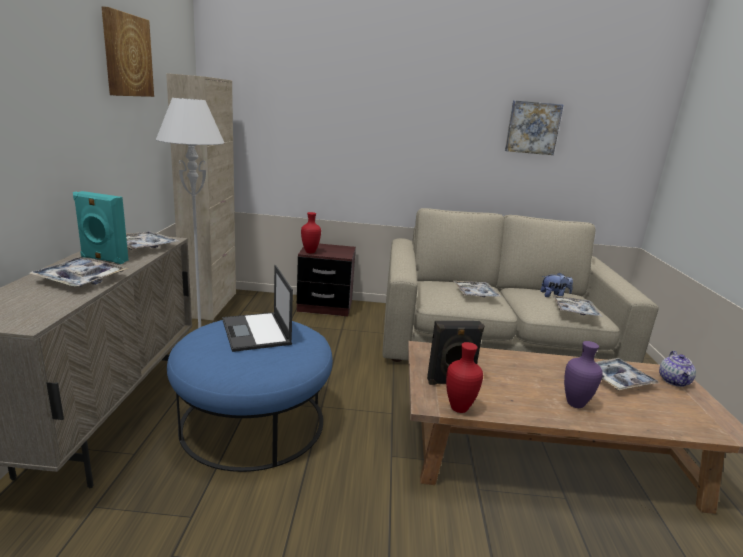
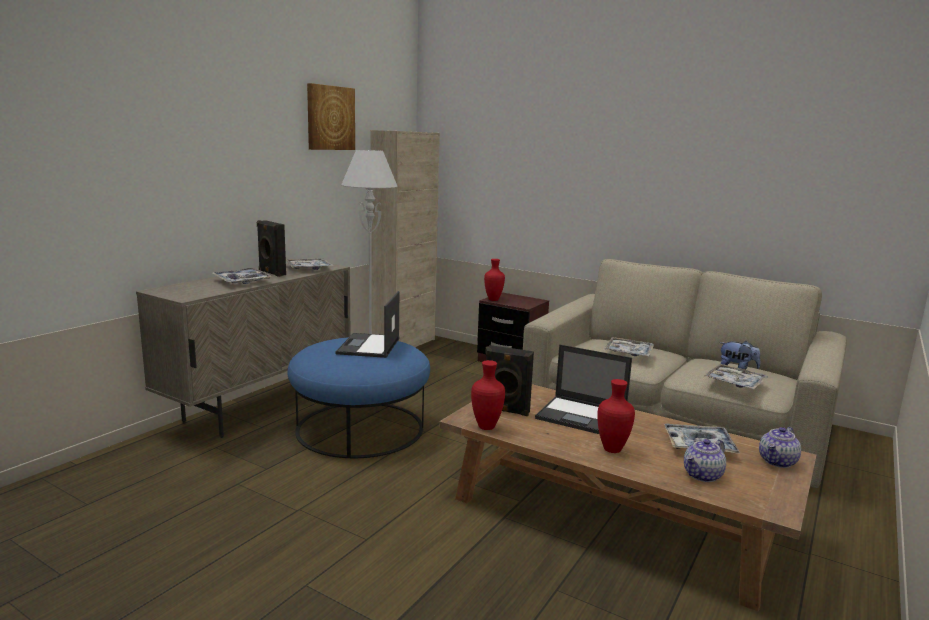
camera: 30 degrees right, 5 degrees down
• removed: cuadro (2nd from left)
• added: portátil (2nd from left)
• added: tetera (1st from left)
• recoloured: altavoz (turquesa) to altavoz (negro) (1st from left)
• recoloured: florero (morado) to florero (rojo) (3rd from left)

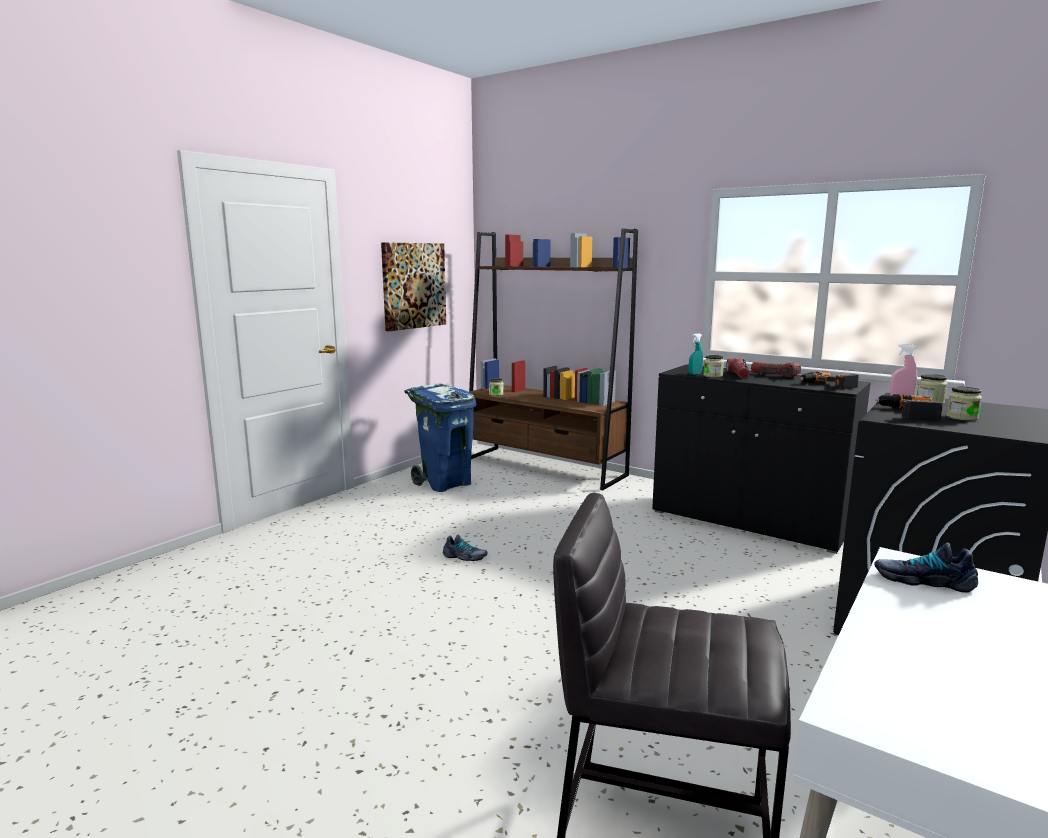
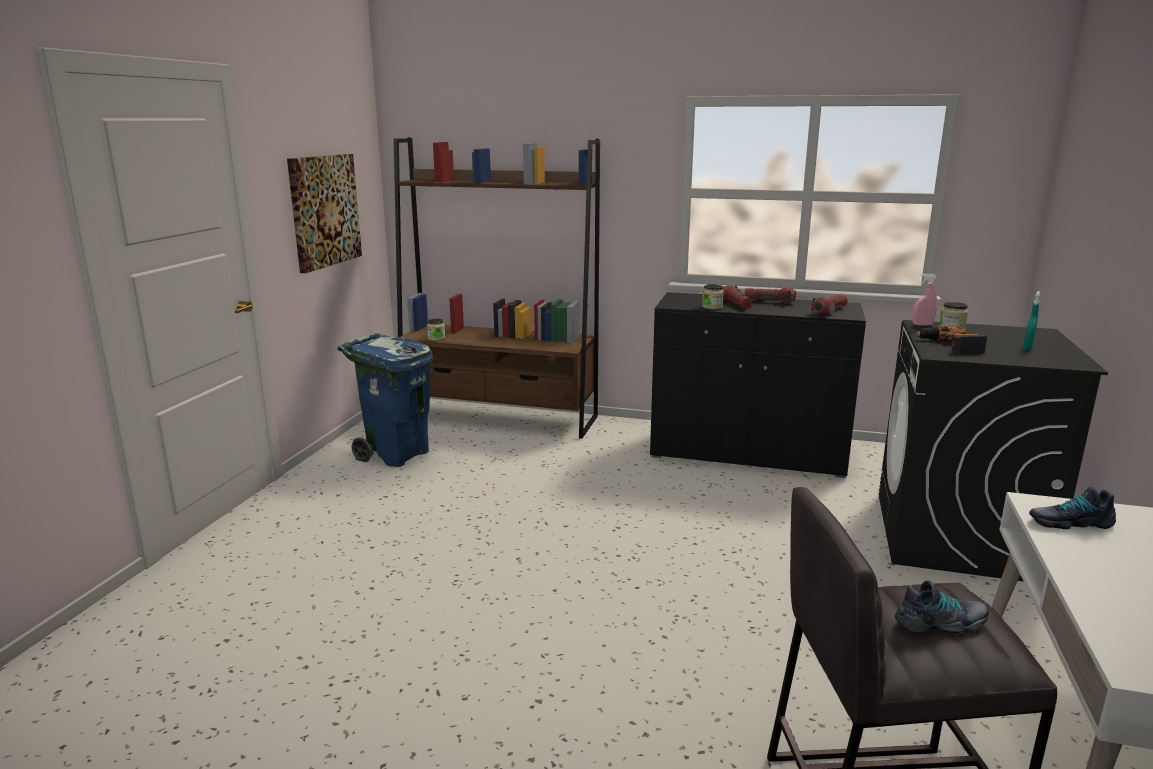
camera: 20 degrees left, 5 degrees up
• removed: tarro (4th from left)
• moved: zapato (1st from left)
• moved: pulverizador (turquesa)
• replaced: taladro (1st from left) to linterna (3rd from left)

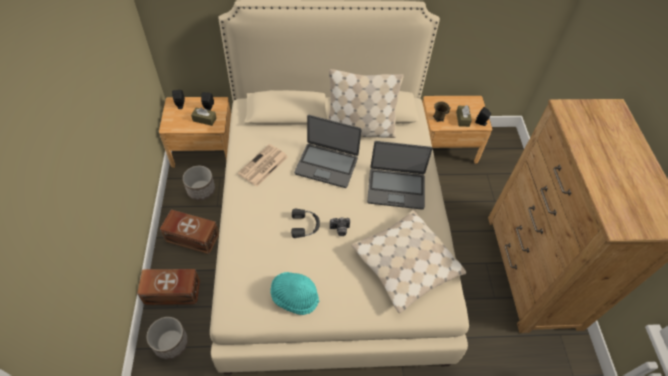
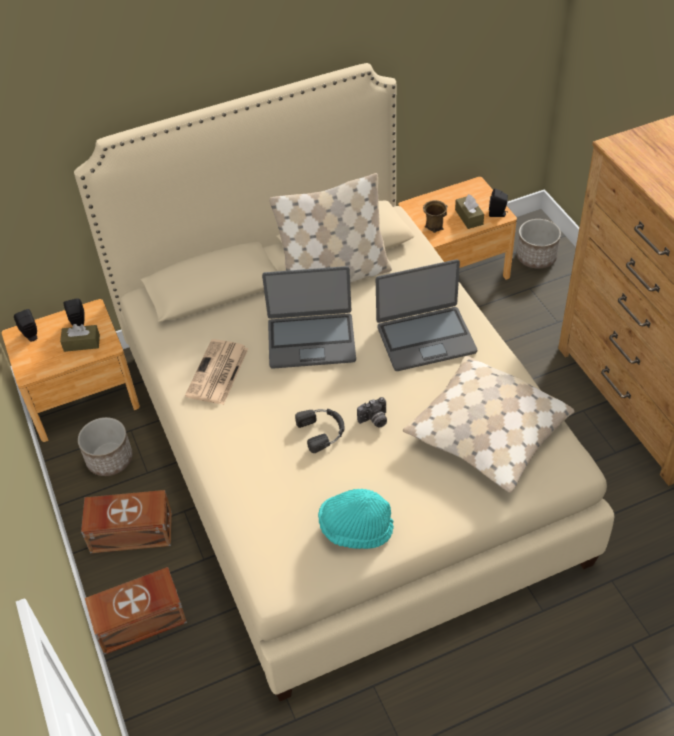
camera: 15 degrees left, 5 degrees down
• moved: maceta (1st from left in the first image) to maceta (2nd from left)

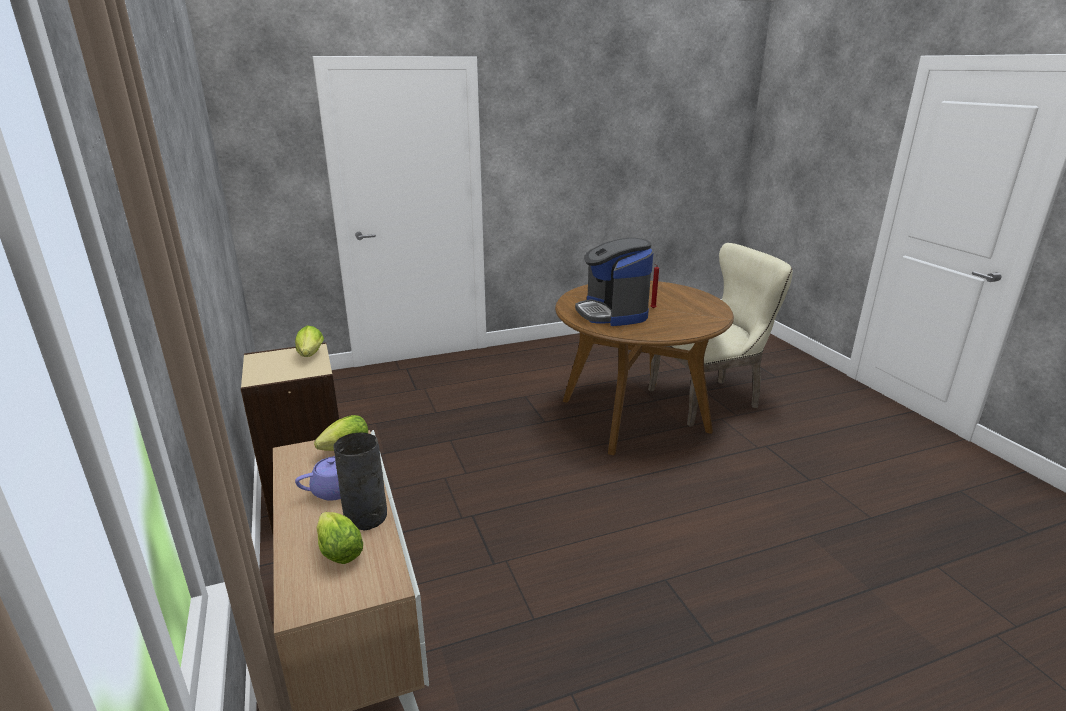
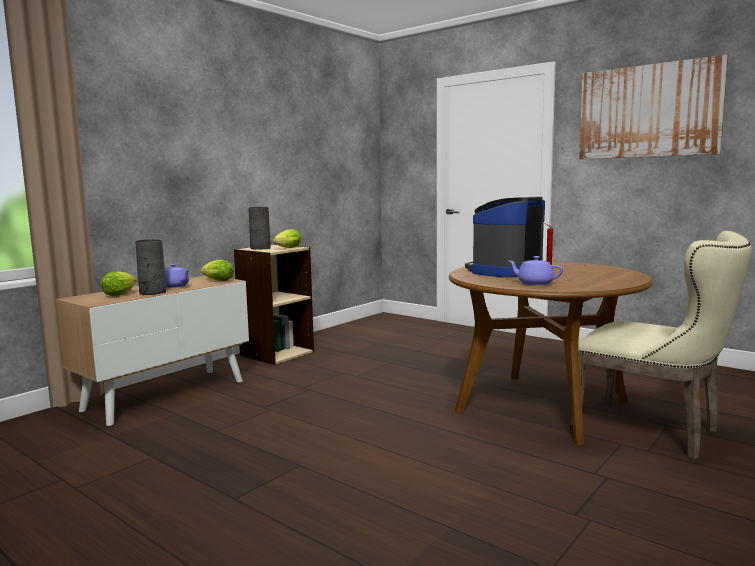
camera: 60 degrees right, 15 degrees down
• added: florero (gris) (2nd from left)
• added: tetera (morado) (2nd from left)
• added: cuadro

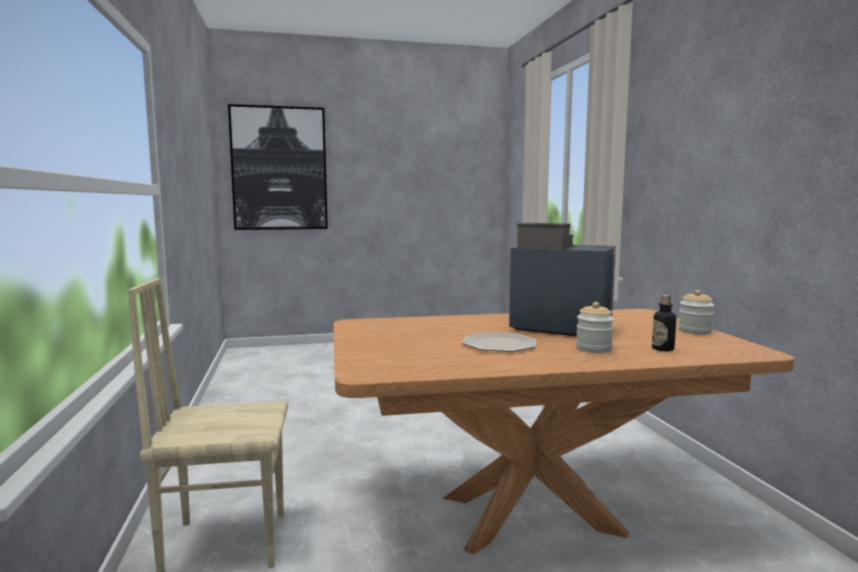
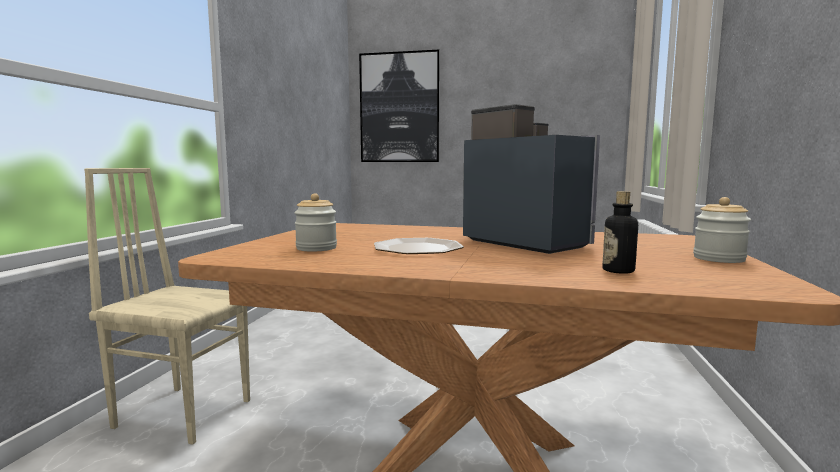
camera: 25 degrees right, 0 degrees up
• moved: tarro (1st from left)

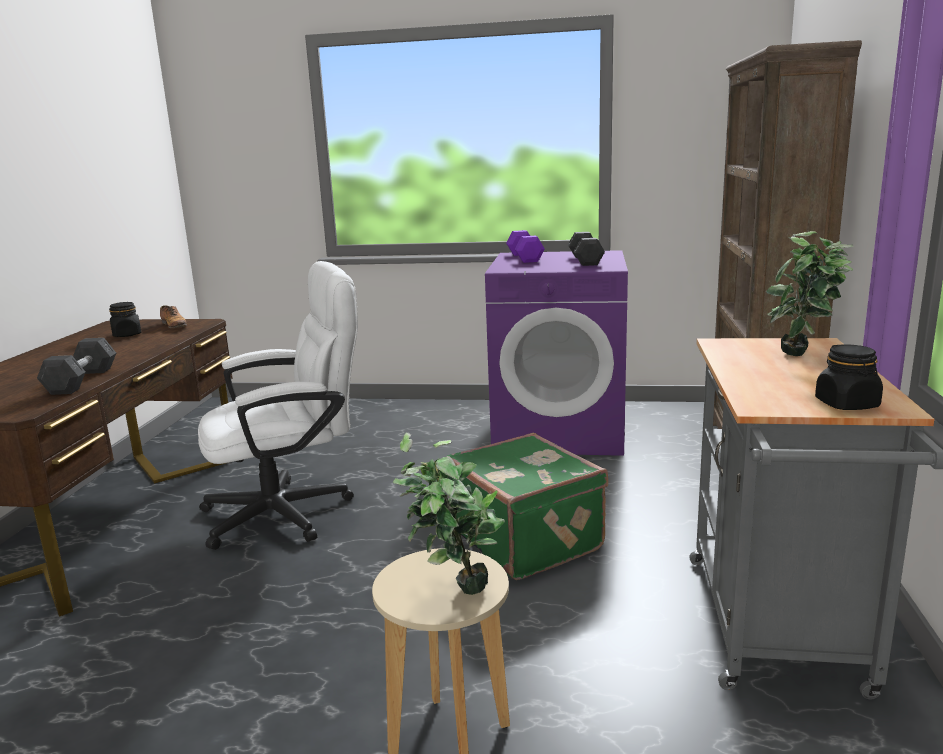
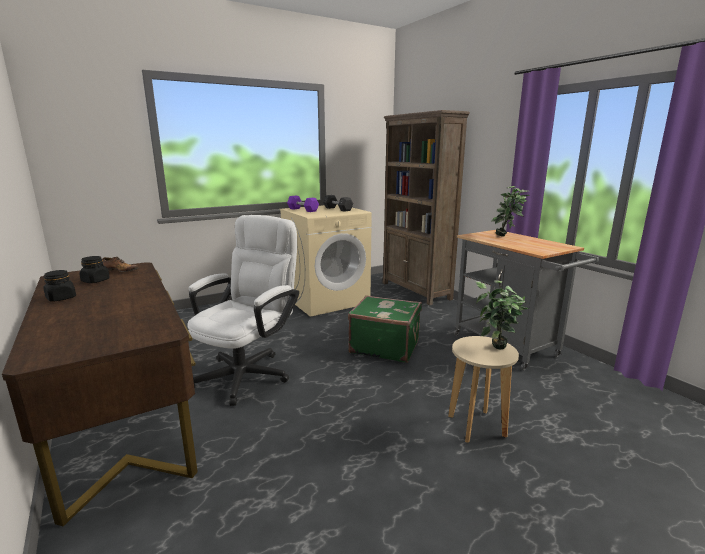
camera: 40 degrees left, 0 degrees up
• removed: mancuerna (gris) (1st from left)
• moved: tarro (negro) (2nd from left in the first image) to tarro (negro) (1st from left)
• recoloured: lavadora (morado) to lavadora (beis)

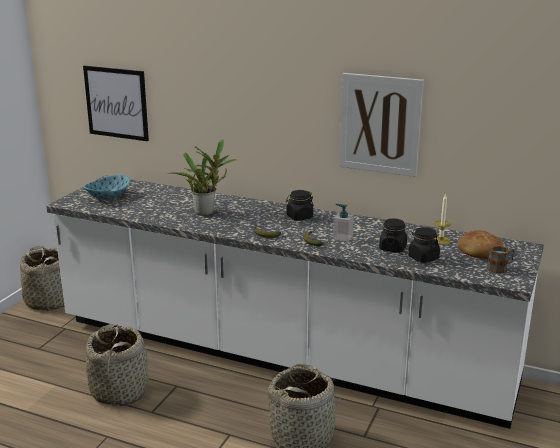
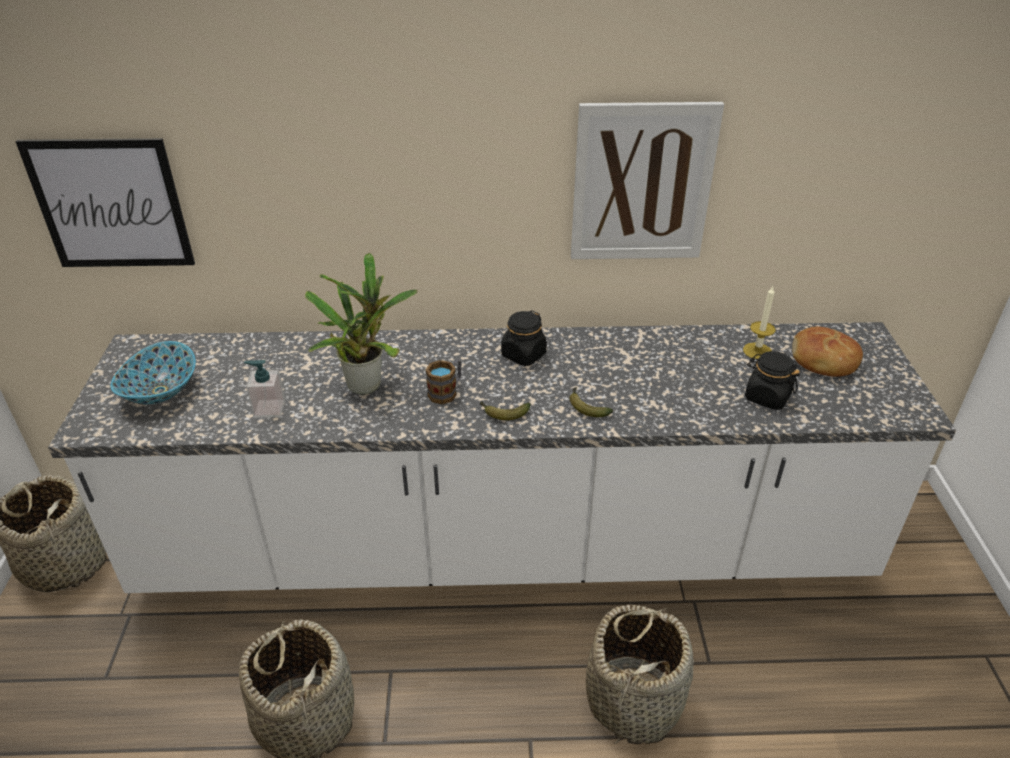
camera: 25 degrees left, 15 degrees up
• removed: tarro (negro) (2nd from left)
• moved: dispensador de jabón
• moved: taza grande

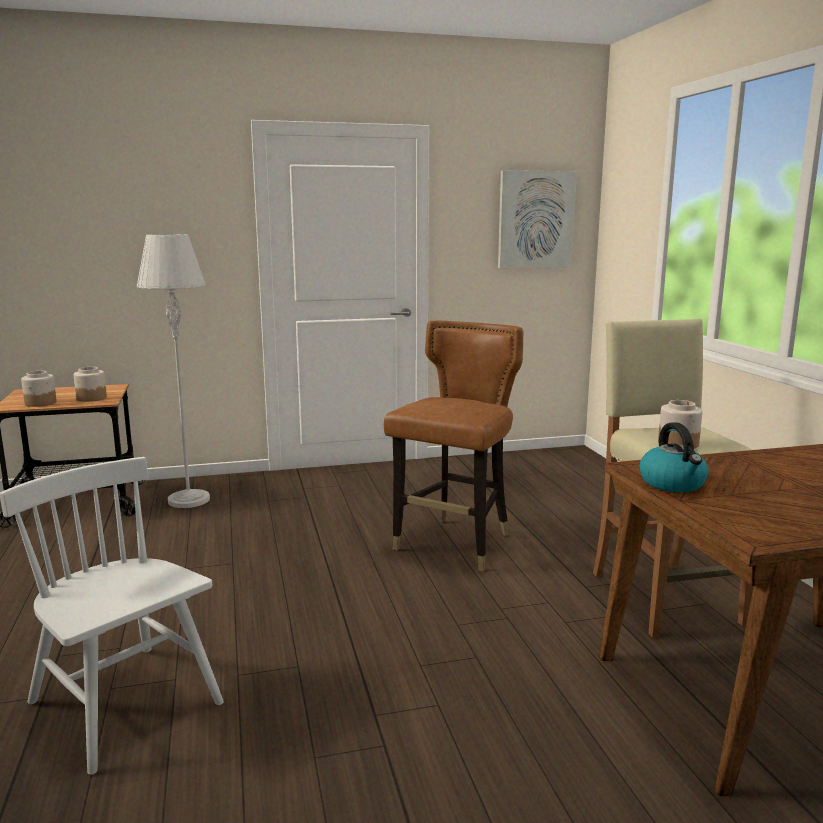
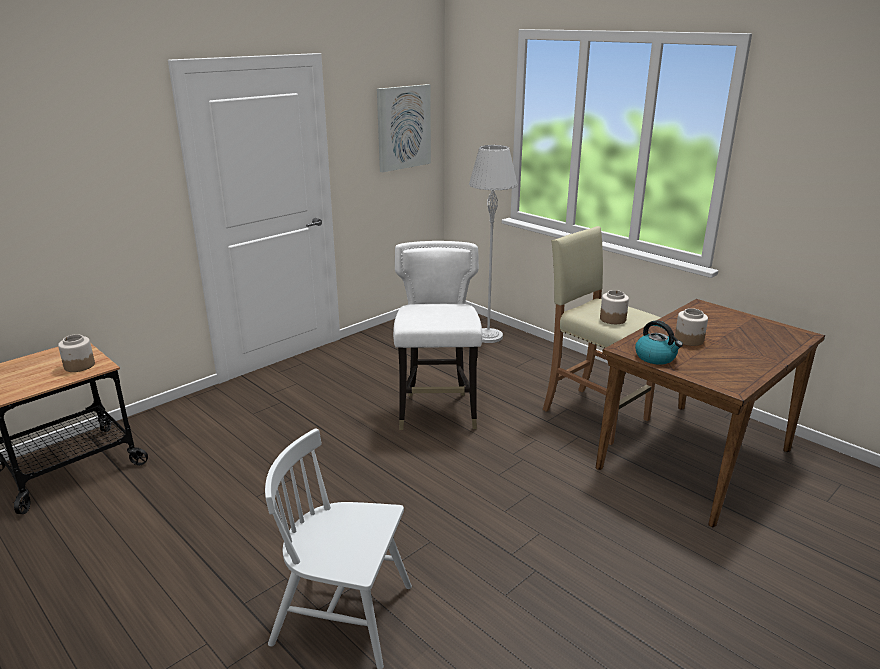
camera: 30 degrees left, 10 degrees up
• moved: tarro (1st from left in the first image) to tarro (3rd from left)
• moved: lámpara de pie (gris)
• recoloured: silla (marrón) to silla (blanco) (2nd from left)

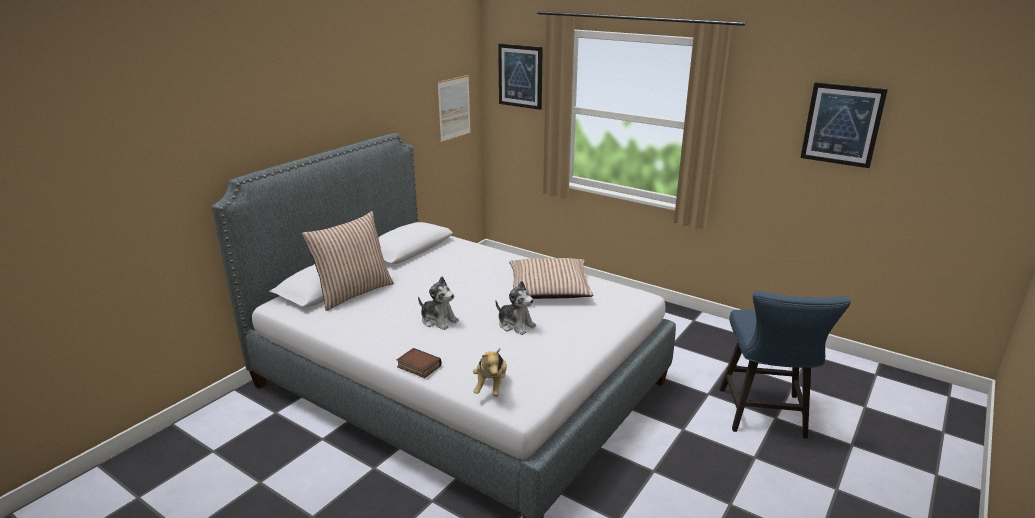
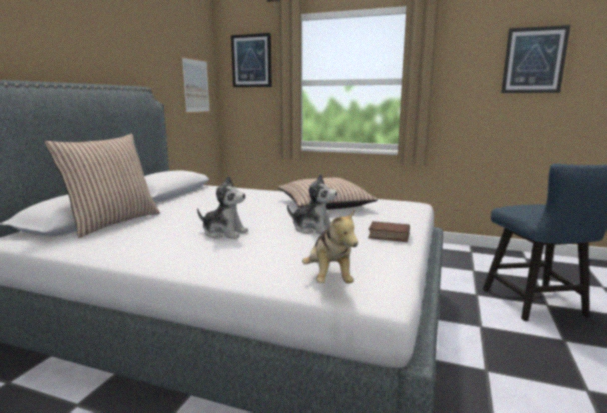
camera: 15 degrees left, 10 degrees down
• moved: libro

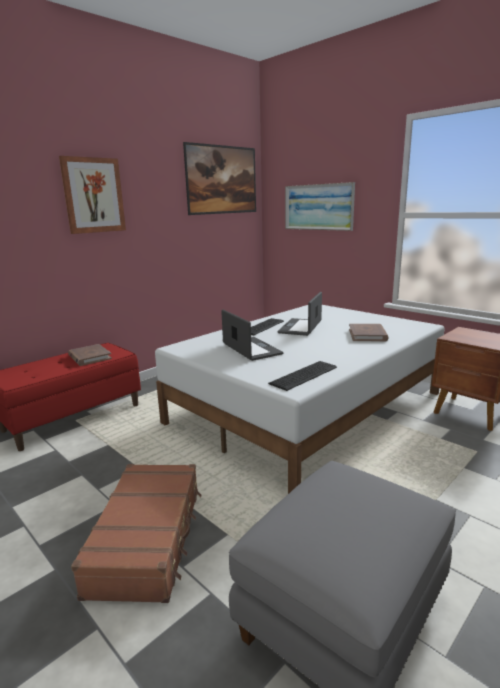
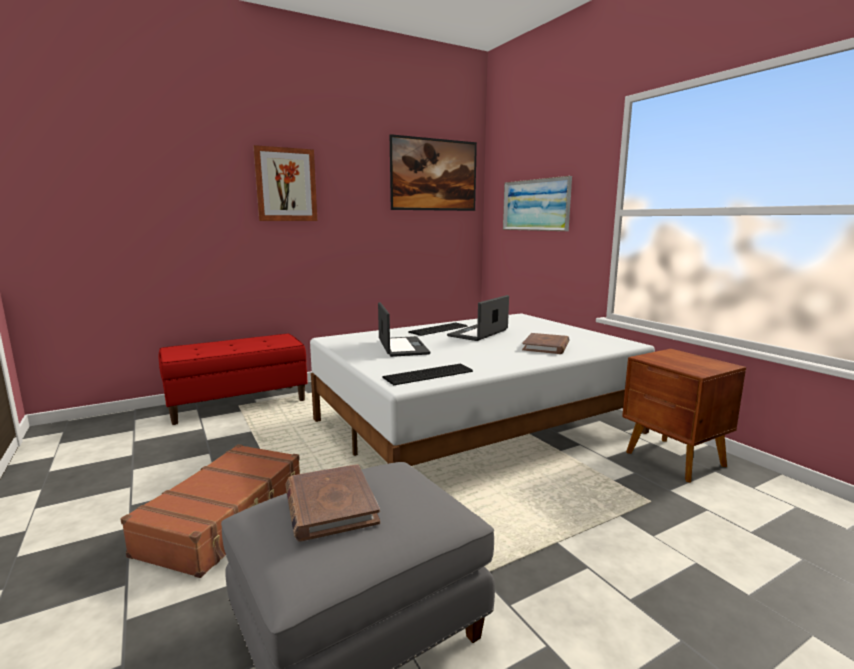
camera: 15 degrees right, 5 degrees down
• moved: libro (marrón) (1st from left)

